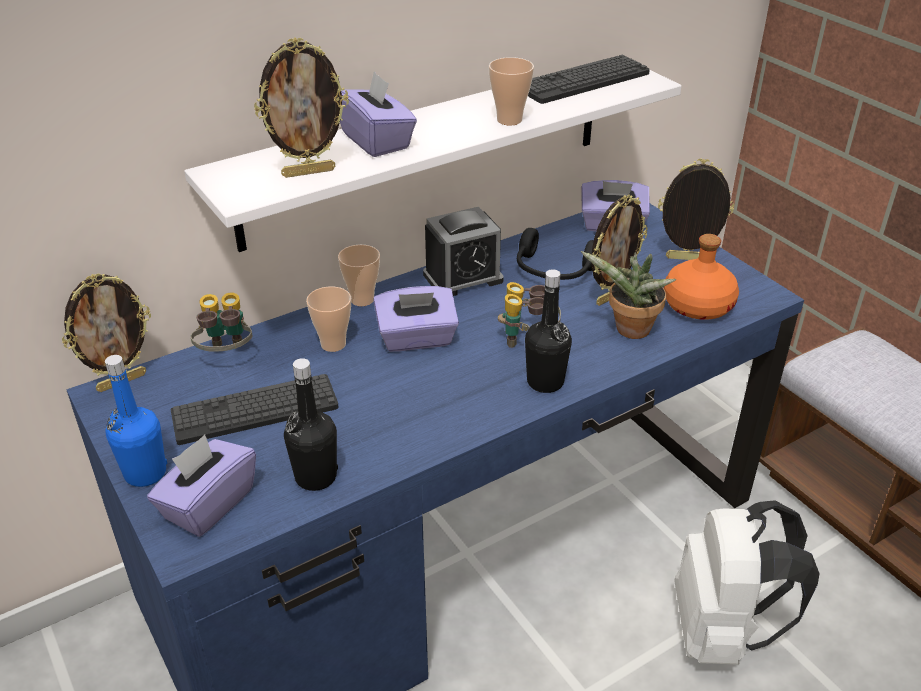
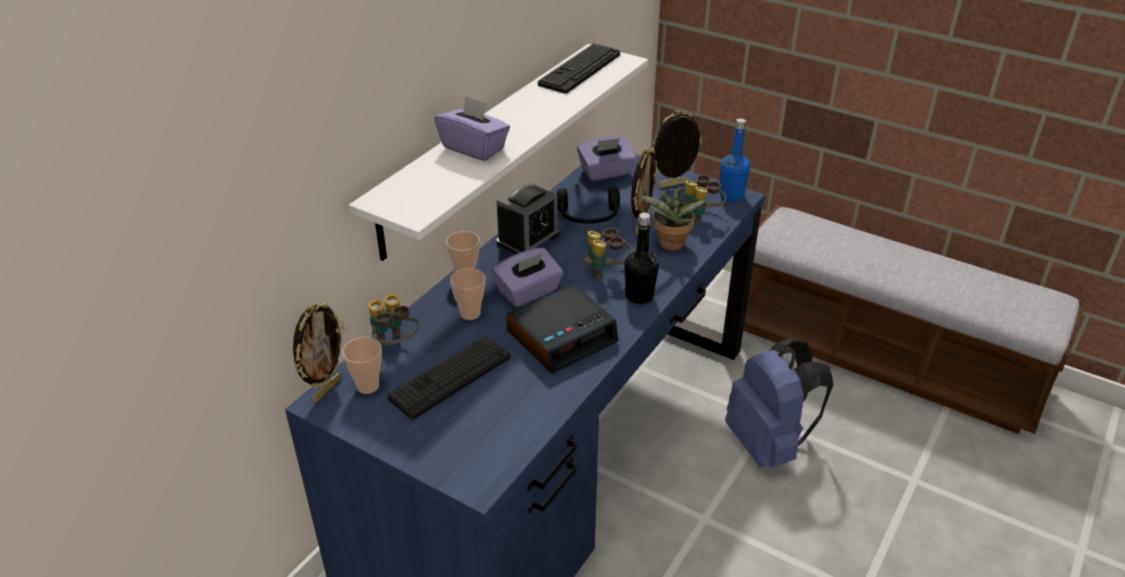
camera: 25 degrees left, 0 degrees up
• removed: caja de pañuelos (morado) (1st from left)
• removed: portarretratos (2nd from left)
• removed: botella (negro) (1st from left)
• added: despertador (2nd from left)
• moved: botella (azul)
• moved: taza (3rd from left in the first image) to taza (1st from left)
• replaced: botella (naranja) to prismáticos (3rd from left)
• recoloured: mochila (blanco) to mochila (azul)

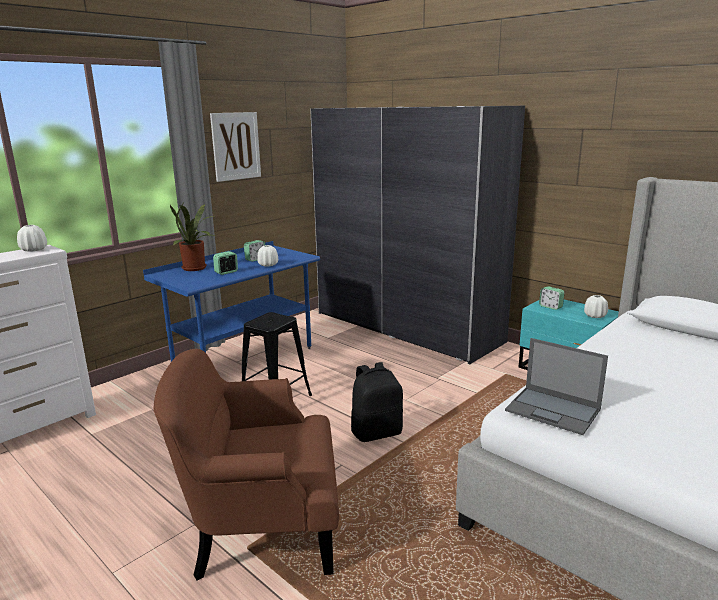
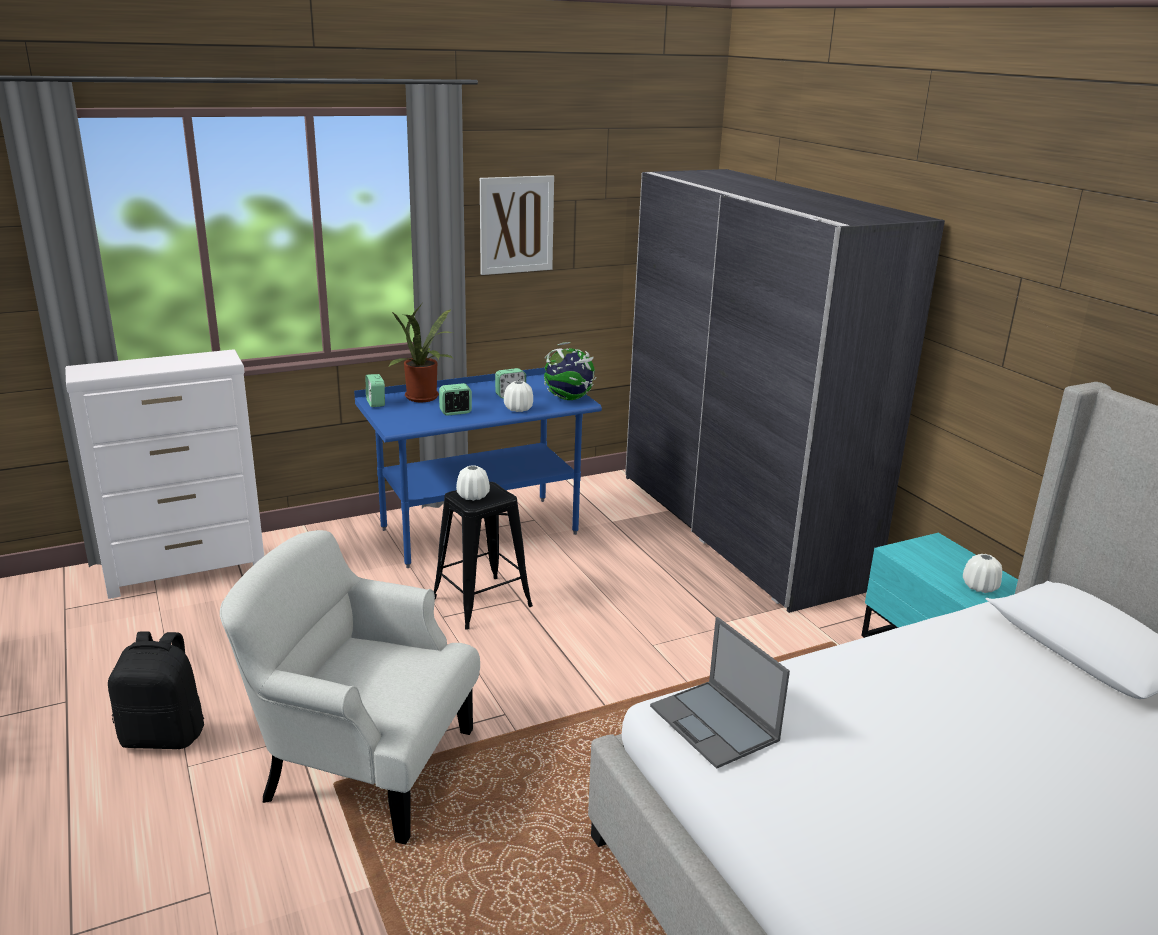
camera: 20 degrees right, 5 degrees up
• added: globo terráqueo
• moved: florero (blanco) (1st from left)
• moved: mochila (negro)
• moved: despertador (3rd from left in the first image) to despertador (1st from left)
• recoloured: sillón (marrón) to sillón (blanco)

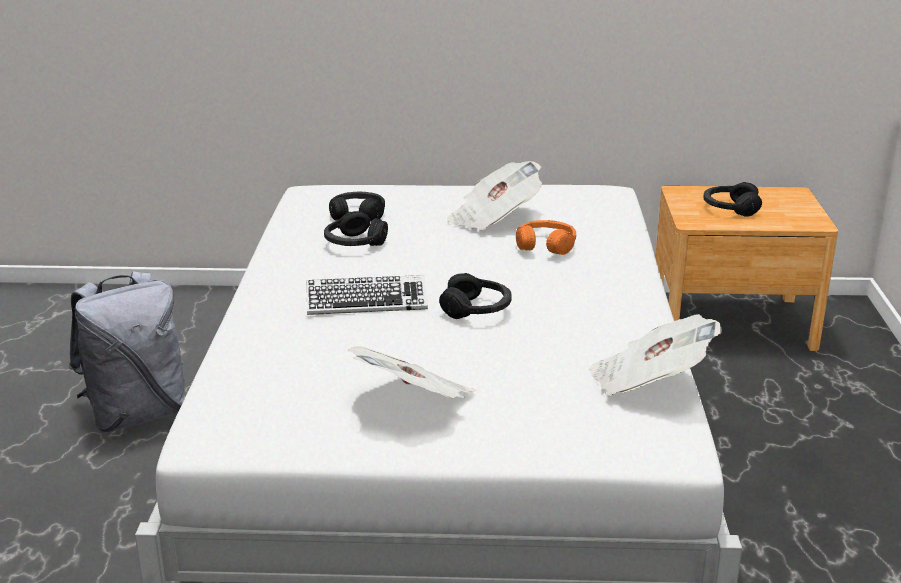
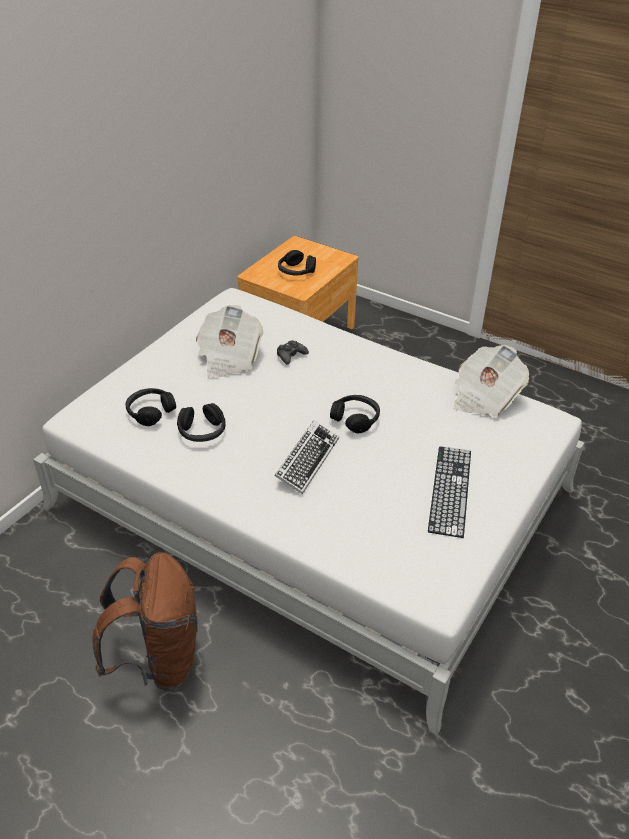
camera: 60 degrees left, 15 degrees up
• replaced: periódico (1st from left) to teclado (2nd from left)
• replaced: auriculares (naranja) to mando de consola (negro)
• recoloured: mochila (gris) to mochila (marrón)

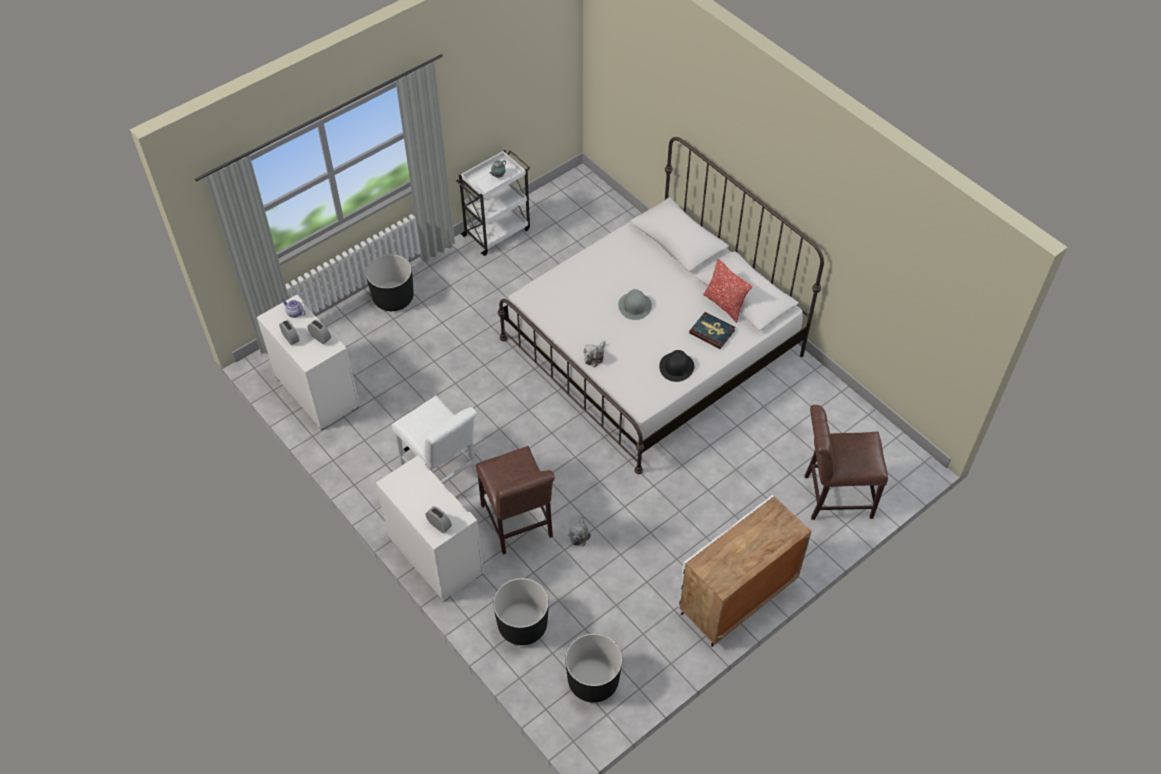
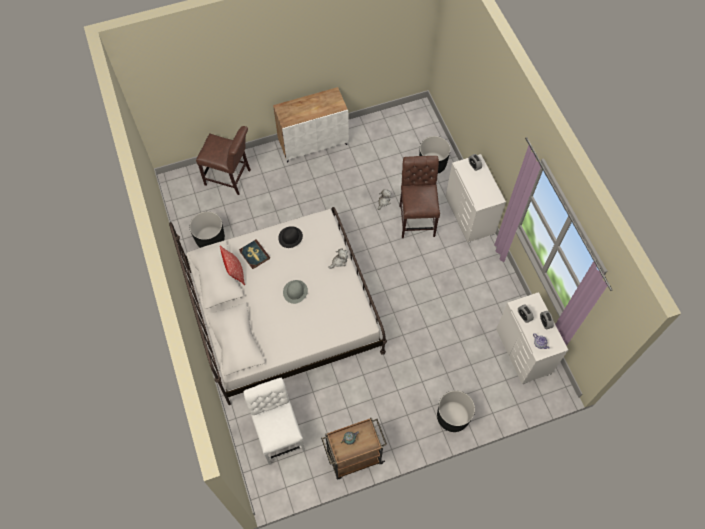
camera: 160 degrees left, 10 degrees up
• moved: silla (blanco)
• moved: maceta (negro) (3rd from left in the first image) to maceta (negro) (1st from left)
• recoloured: carrito (blanco) to carrito (marrón)

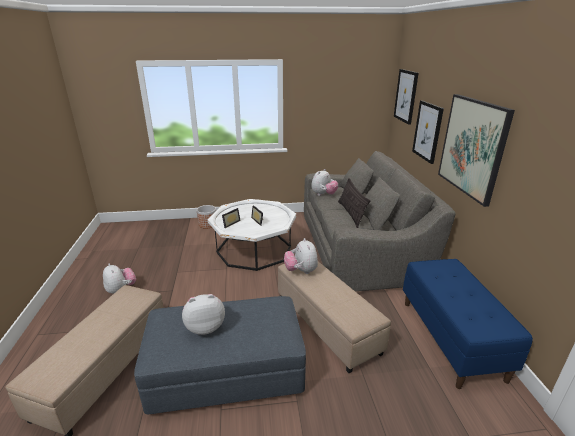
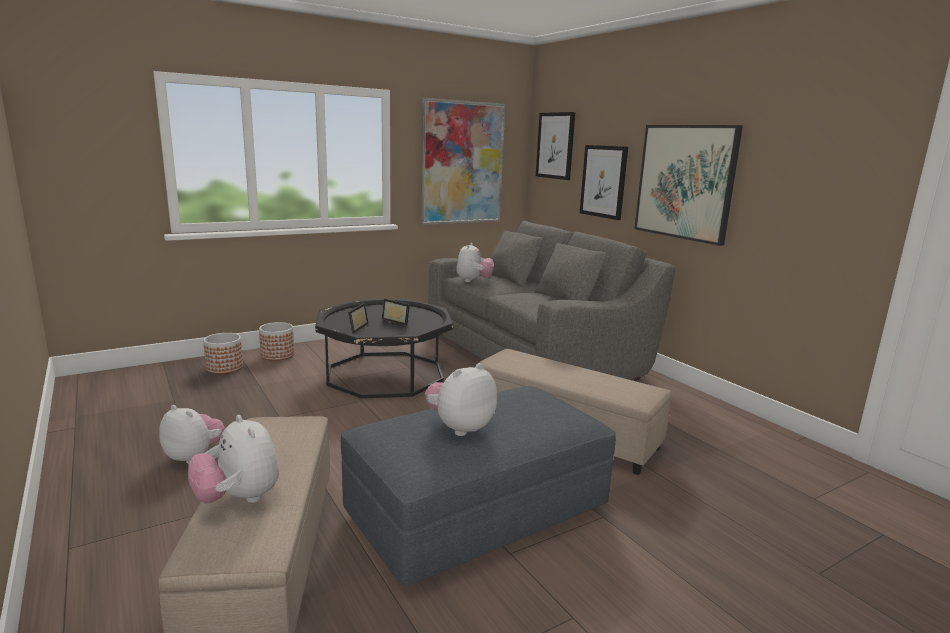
camera: 25 degrees left, 10 degrees down
• removed: cojín
• removed: banco (azul)
• added: maceta (1st from left)
• added: cuadro (1st from left)
• moved: peluche (3rd from left in the first image) to peluche (2nd from left)
• recoloured: mesa de centro (blanco) to mesa de centro (negro)

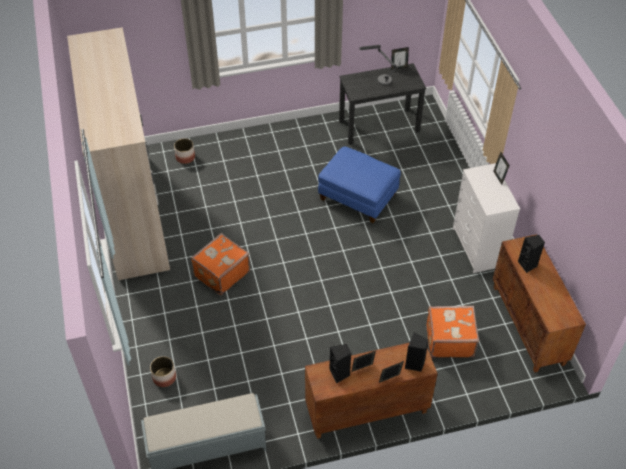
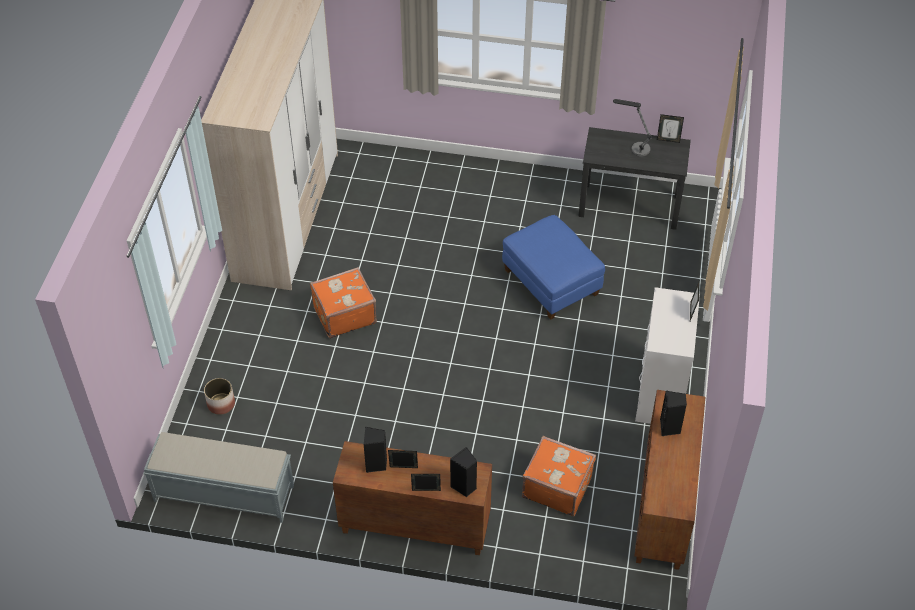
camera: 25 degrees right, 0 degrees up
• removed: maceta (2nd from left)

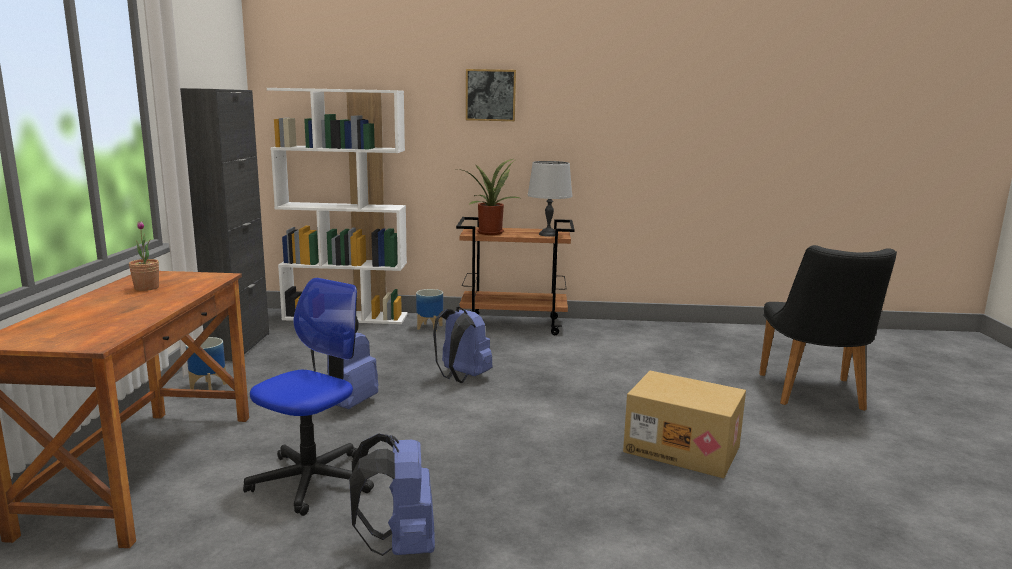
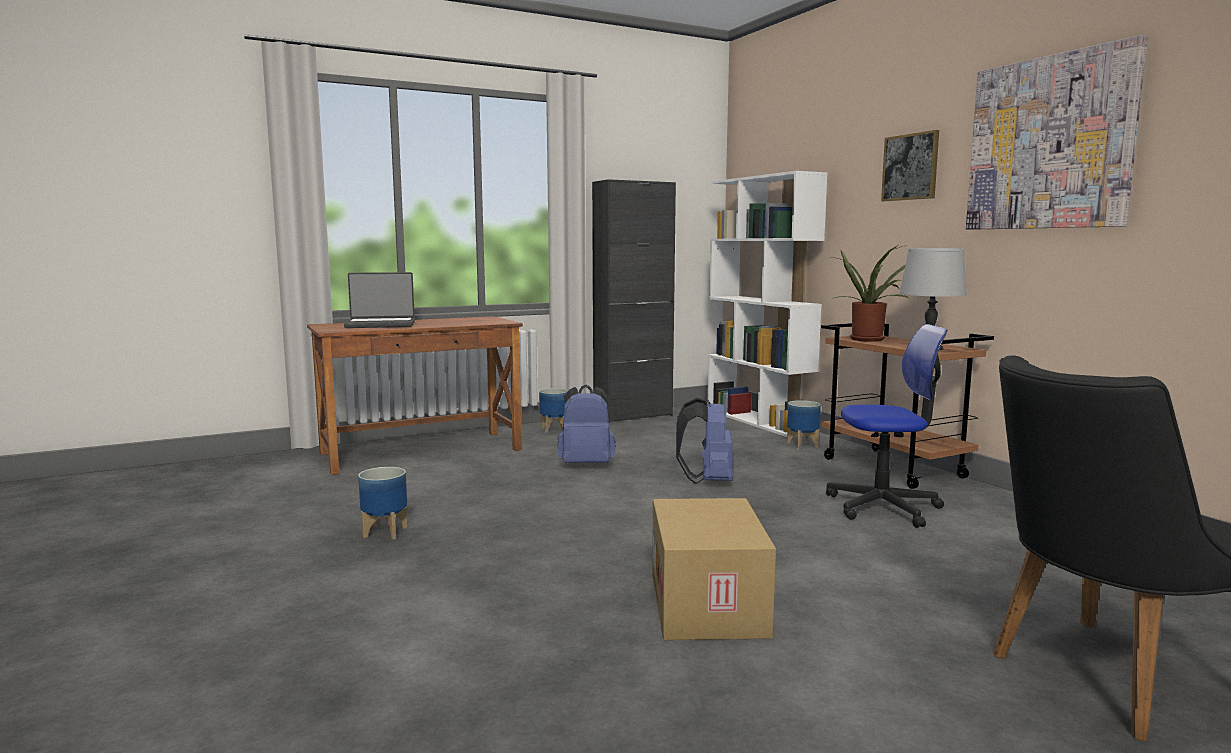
camera: 60 degrees right, 5 degrees down
• removed: planta en maceta (1st from left)
• added: portátil
• added: cuadro (2nd from left)
• moved: silla de oficina
• replaced: mochila (azul) (2nd from left) to maceta (1st from left)

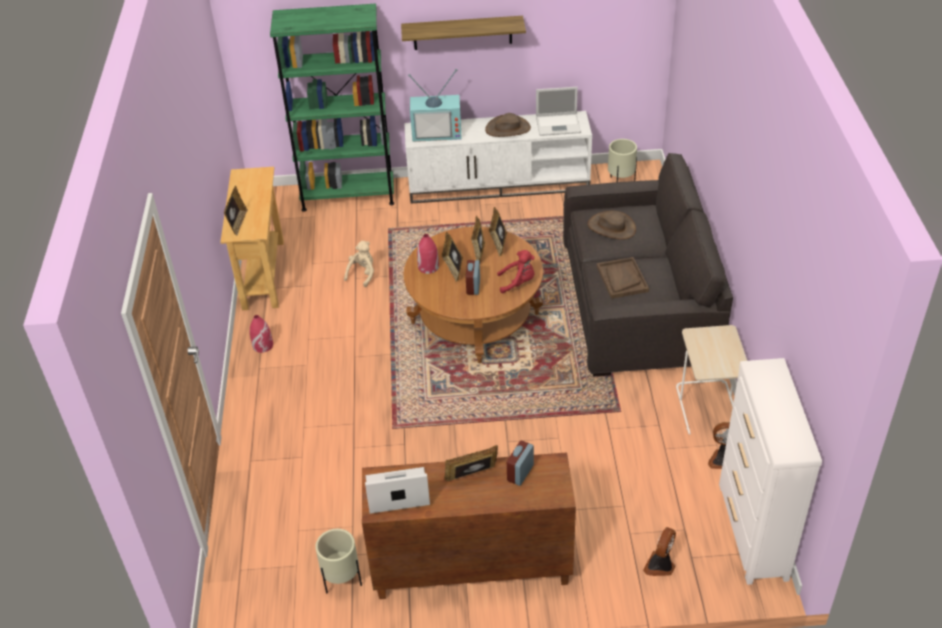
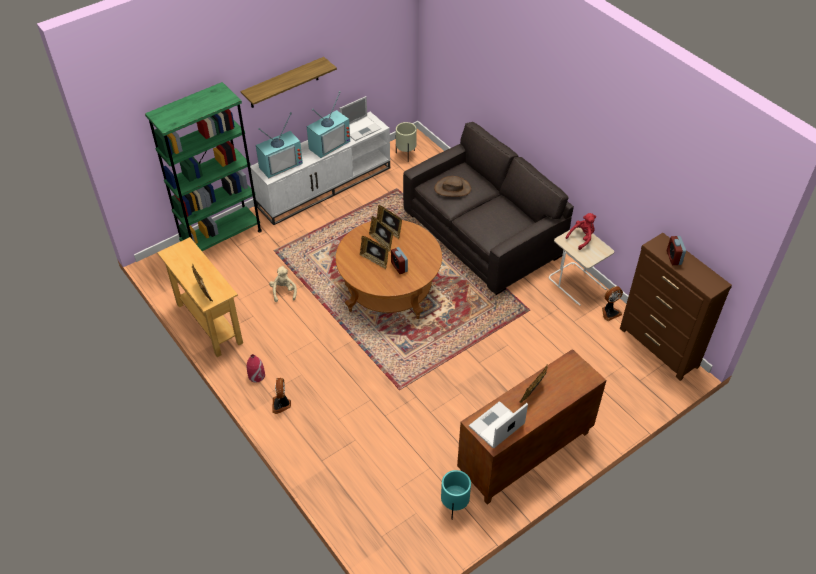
camera: 35 degrees left, 5 degrees up
• removed: florero (rojo) (2nd from left)
• removed: bandeja (marrón)
• moved: peluche (rojo)
• moved: despertador (2nd from left)
• moved: ventilador (1st from left)
• replaced: sombrero (marrón) (1st from left) to televisor (2nd from left)
• recoloured: maceta (beis) (1st from left) to maceta (turquesa)
• recoloured: cómoda (blanco) to cómoda (marrón)

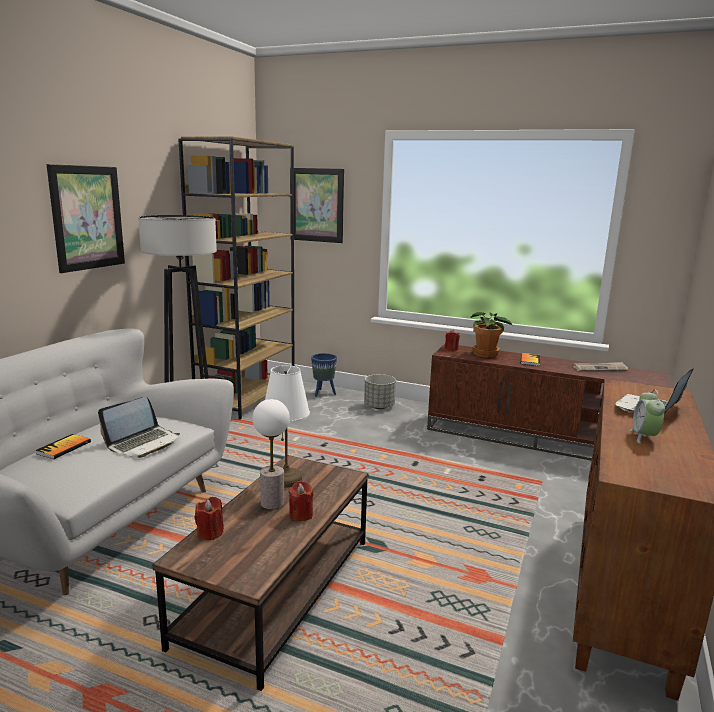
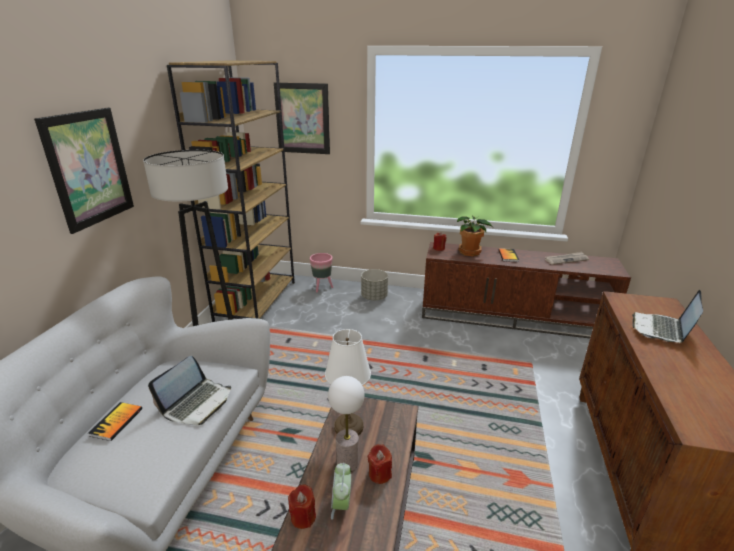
camera: 10 degrees left, 10 degrees up
• moved: despertador
• recoloured: maceta (azul) to maceta (rosa)

